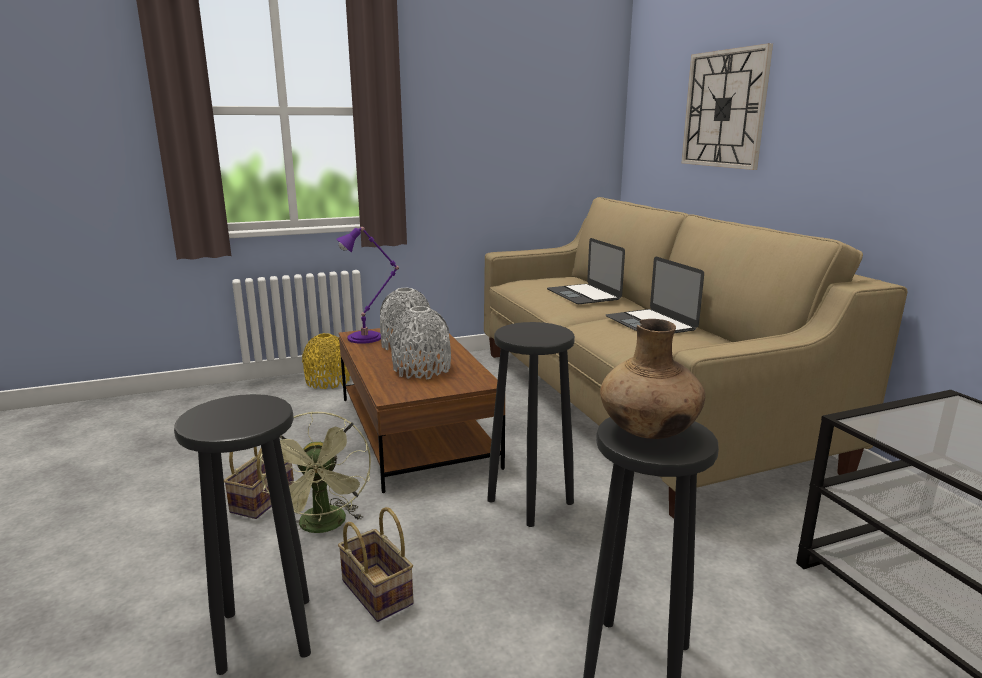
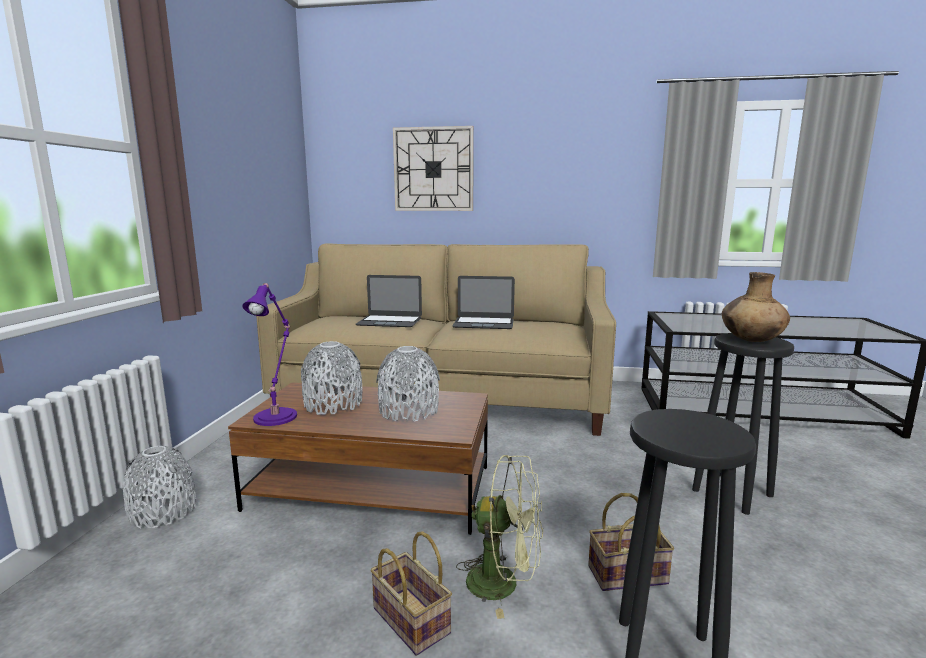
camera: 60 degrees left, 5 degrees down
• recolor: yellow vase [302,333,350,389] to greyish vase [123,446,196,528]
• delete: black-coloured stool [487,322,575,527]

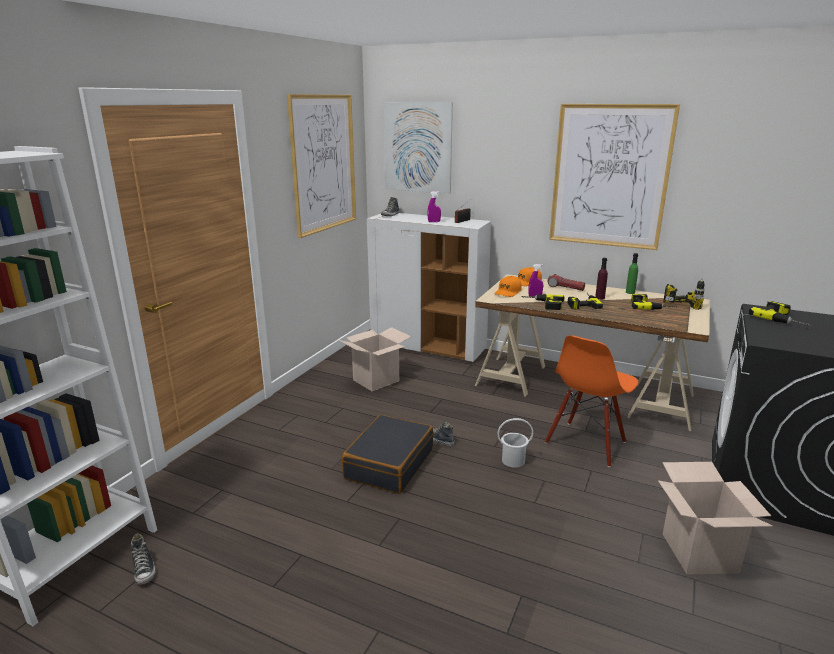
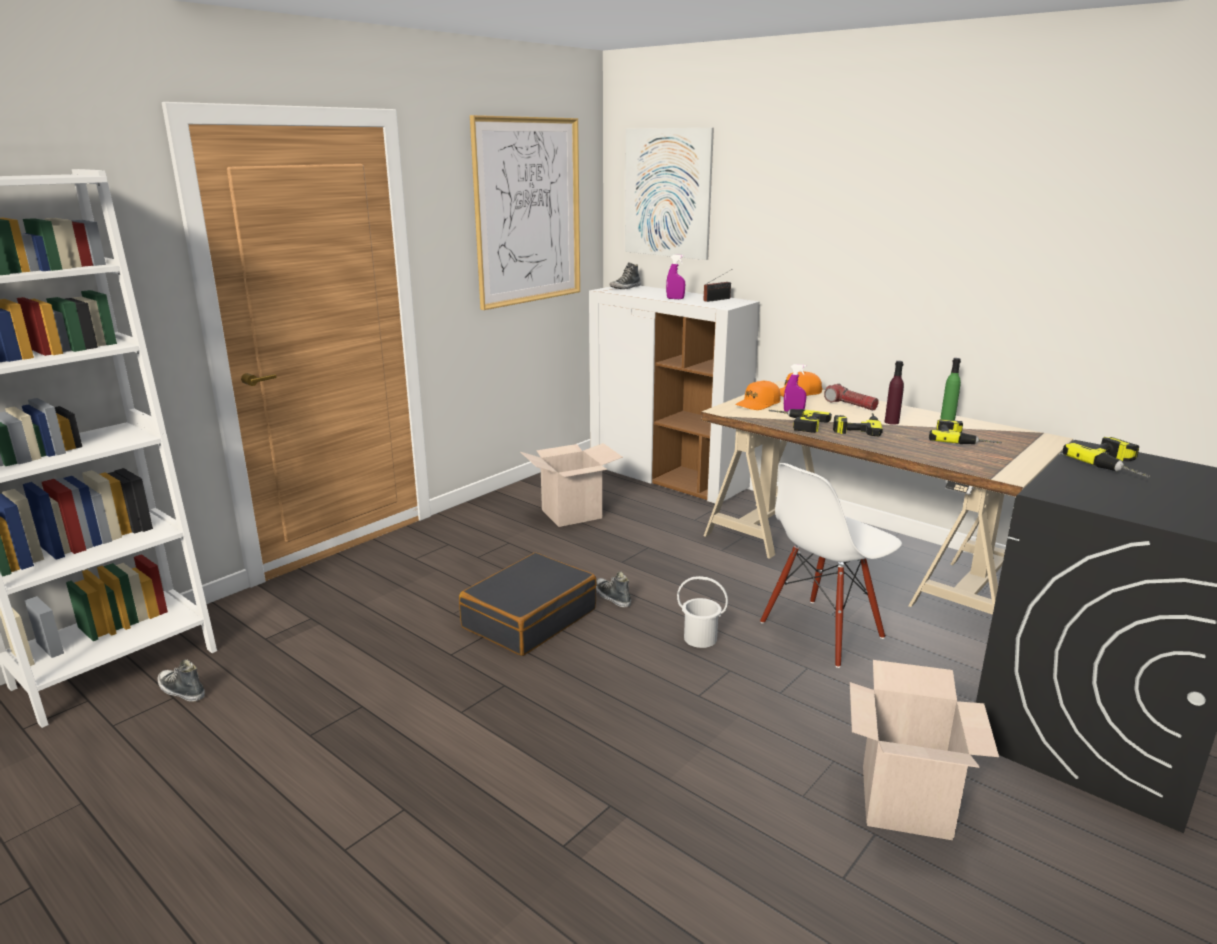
camera: 15 degrees right, 0 degrees up
• rotate: shoe [131,534,156,584] = [157,659,205,702] 135 degrees clockwise
• recolor: orange chair [545,335,638,467] to whitish chair [760,463,902,668]
• delete: picture [549,104,680,250]
• delete: electric drill [663,278,705,310]

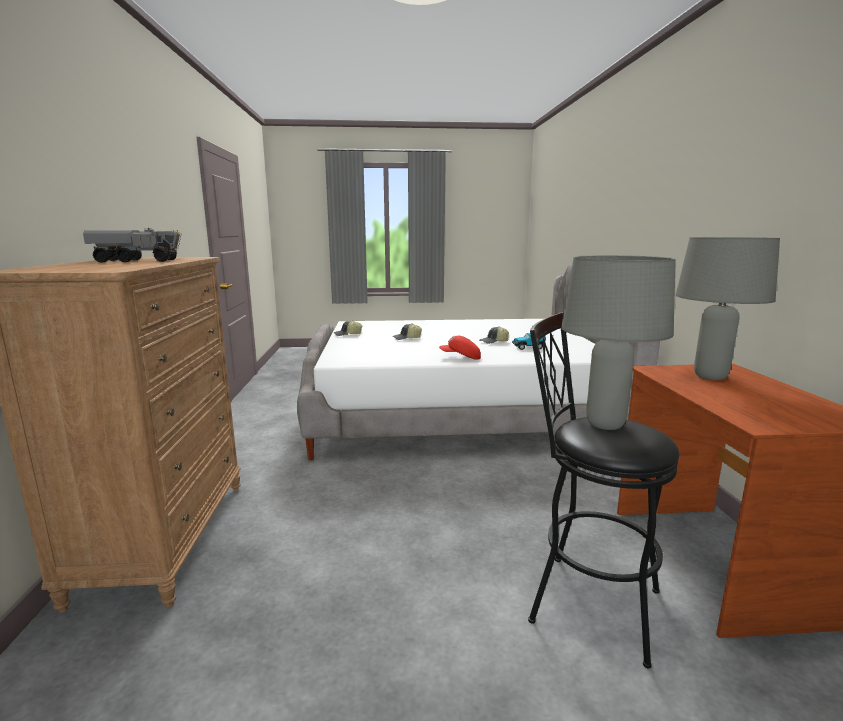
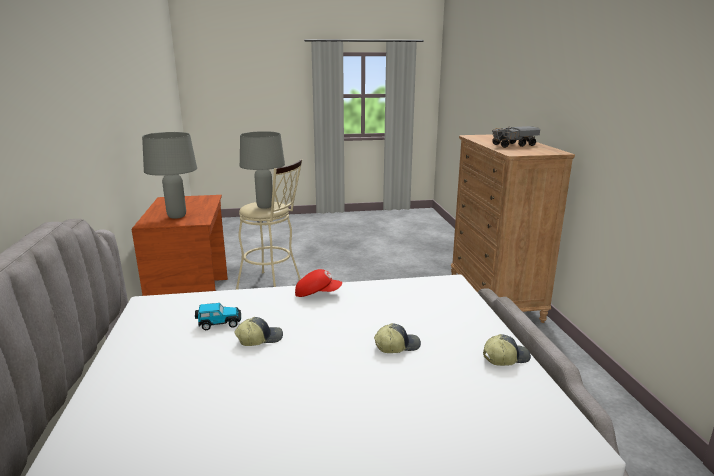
camera: 175 degrees right, 5 degrees up
• recolor: black-coloured stool [528,312,680,668] to beige stool [236,159,302,290]

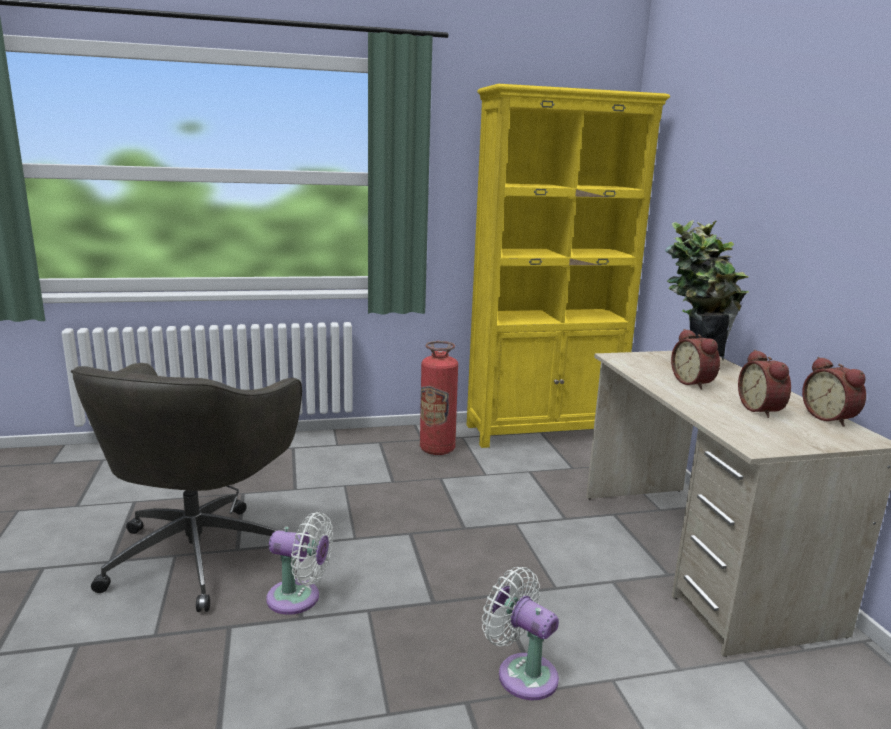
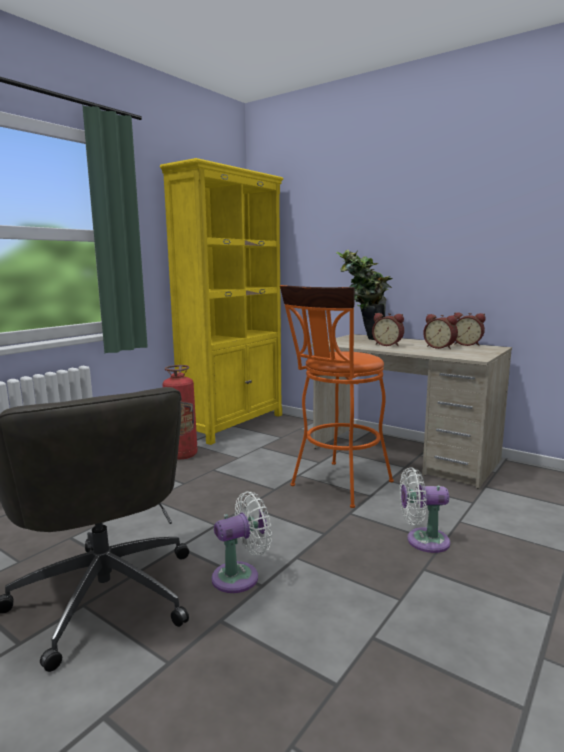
camera: 40 degrees left, 5 degrees down
• insert: orange stool [280,285,394,508]

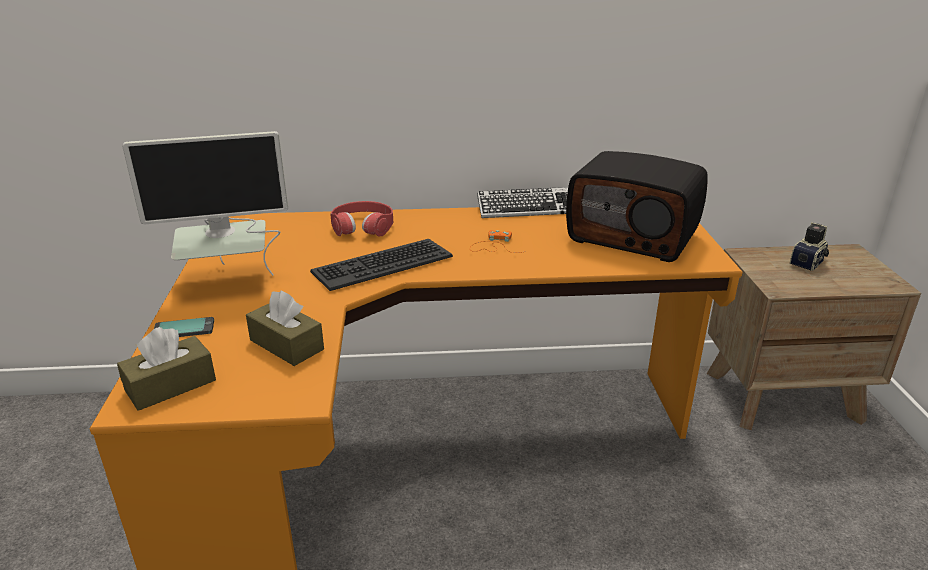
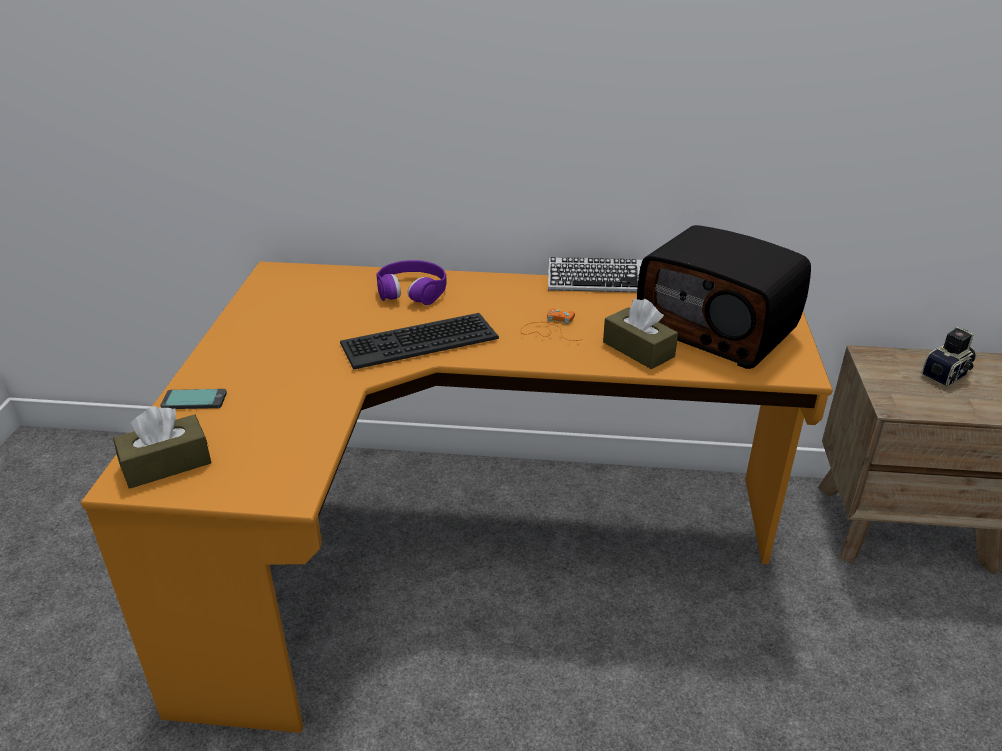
camera: 10 degrees right, 5 degrees up
• recolor: red-coloured headphones [330,201,393,237] to purple-coloured headphones [377,260,447,305]
• move: brown tissue box [246,290,324,366] to [603,299,678,369]
• delete: computer display [122,131,288,276]

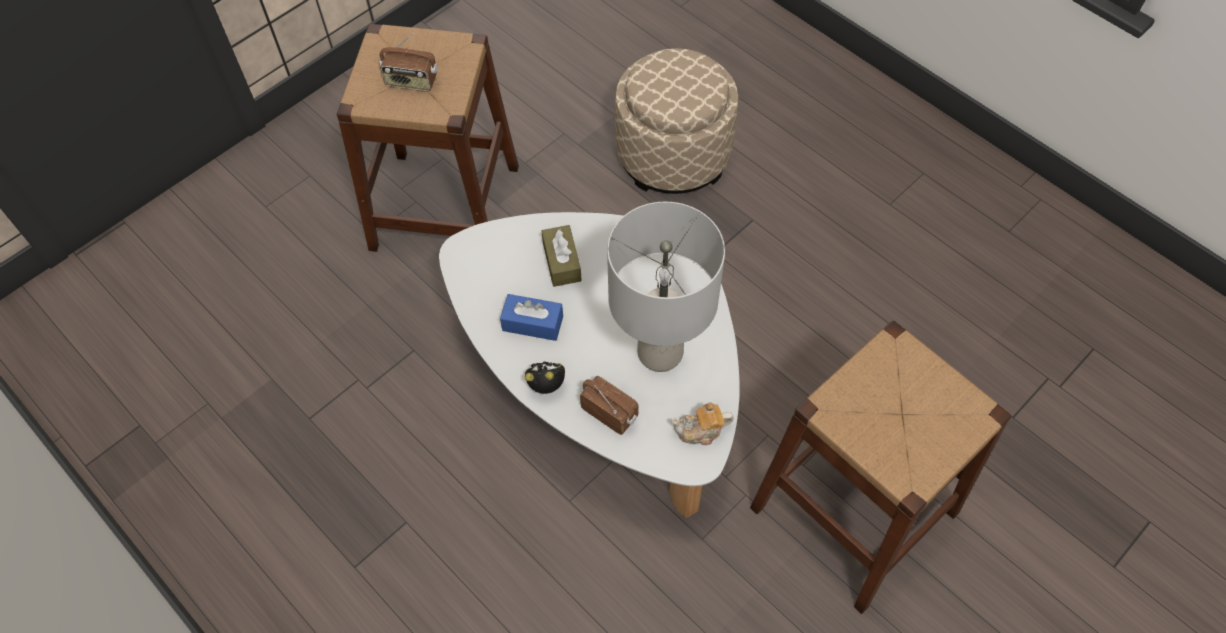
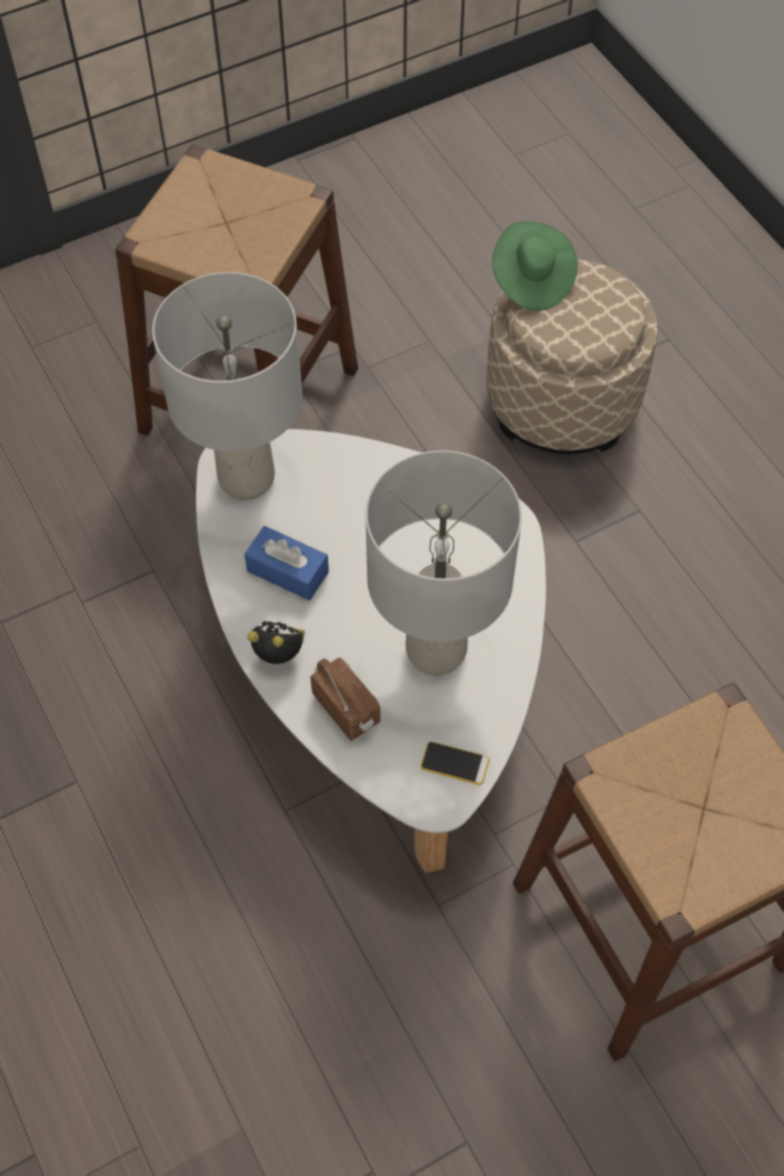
camera: 15 degrees right, 0 degrees up
• insert: greyish lamp for a table [152,272,302,500]
• replace: pot for tea [671,402,734,445] to phone [420,741,490,785]
• insert: greenish clothing hat [492,221,578,311]
• delete: radio receiver [379,33,438,91]
• delete: brown tissue box [542,225,582,287]

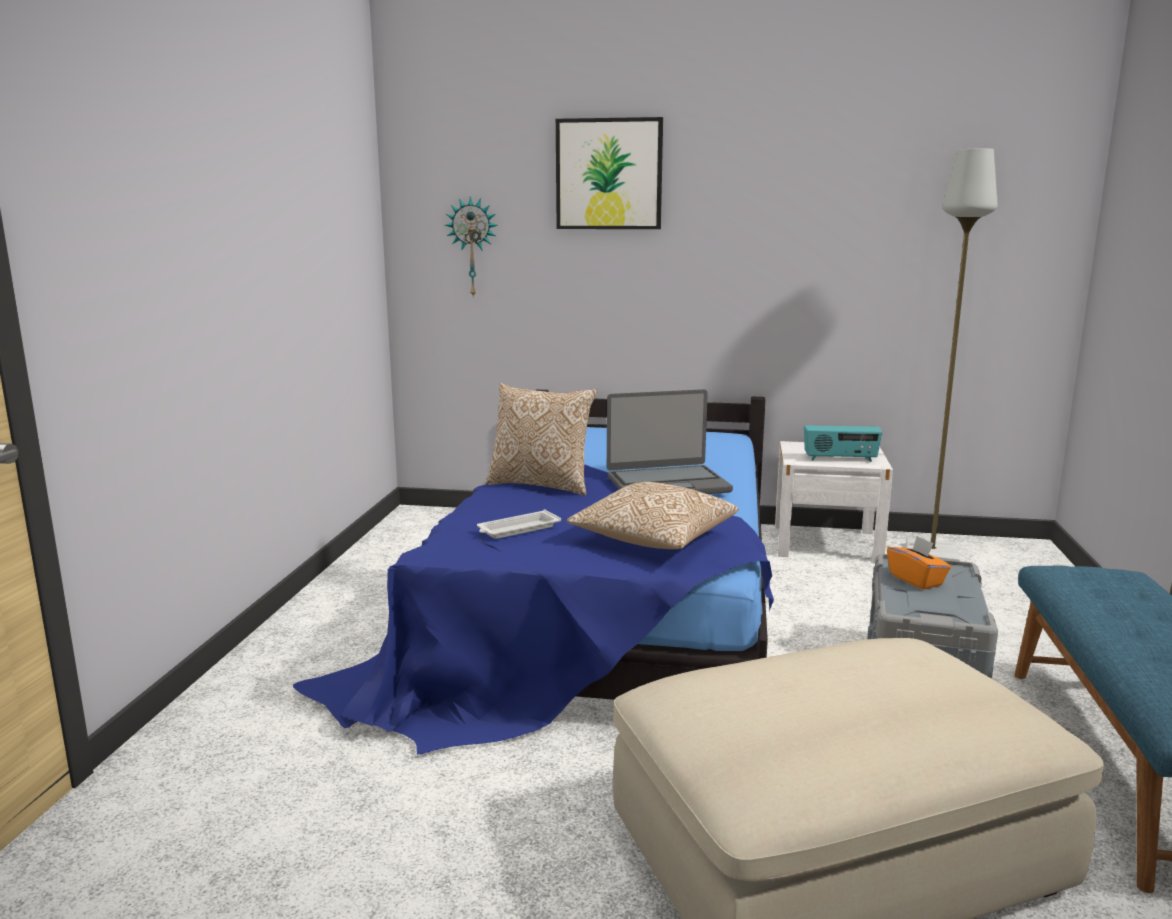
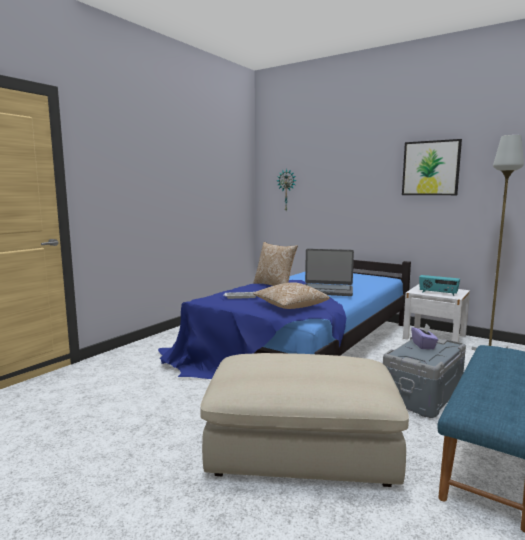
camera: 25 degrees right, 5 degrees down
• move: picture [556,117,663,229] to [402,139,462,195]
• recolor: orange tissue box [887,536,951,590] to purple-coloured tissue box [411,324,438,349]

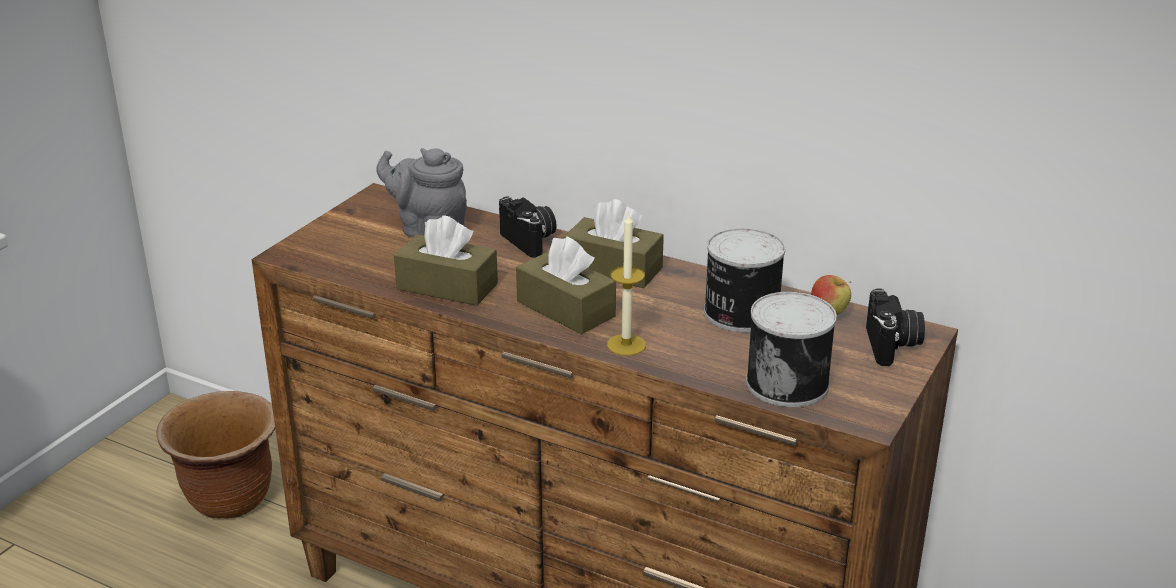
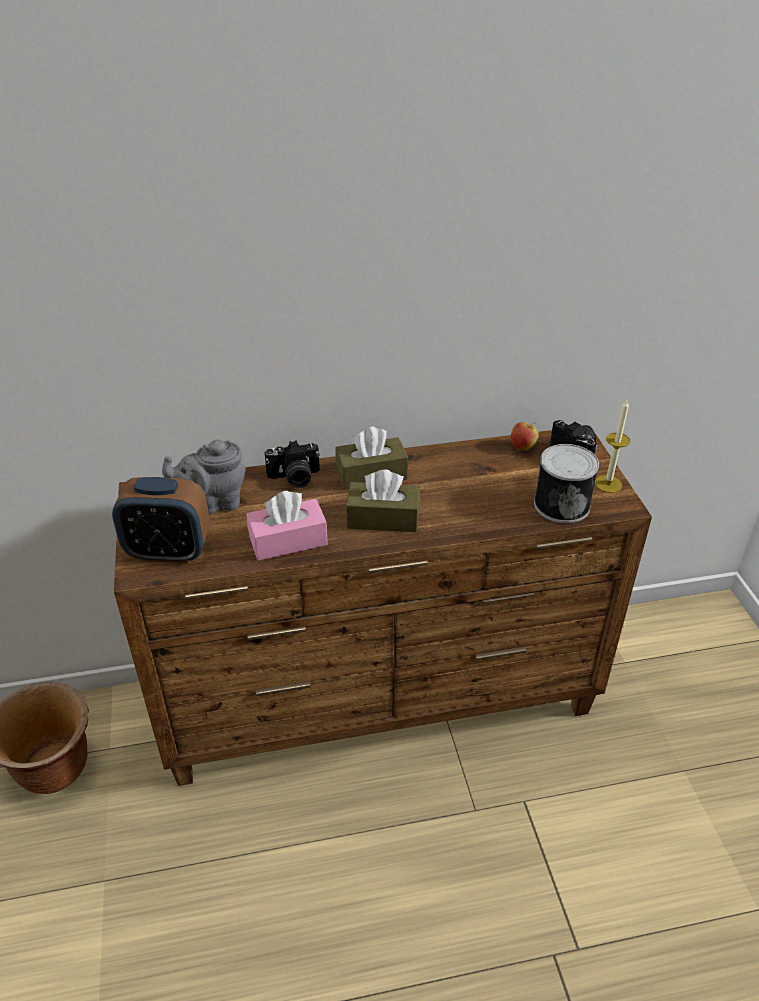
camera: 40 degrees left, 10 degrees up
• insert: alarm clock [112,477,210,563]
• recolor: brown tissue box [394,216,498,306] to pink-coloured tissue box [246,491,328,561]
• rotate: still camera [499,196,557,258] = [265,440,320,488] 150 degrees clockwise
• move: candle [607,212,646,356] to [595,400,630,493]
• delete: sealed can [704,228,785,333]

